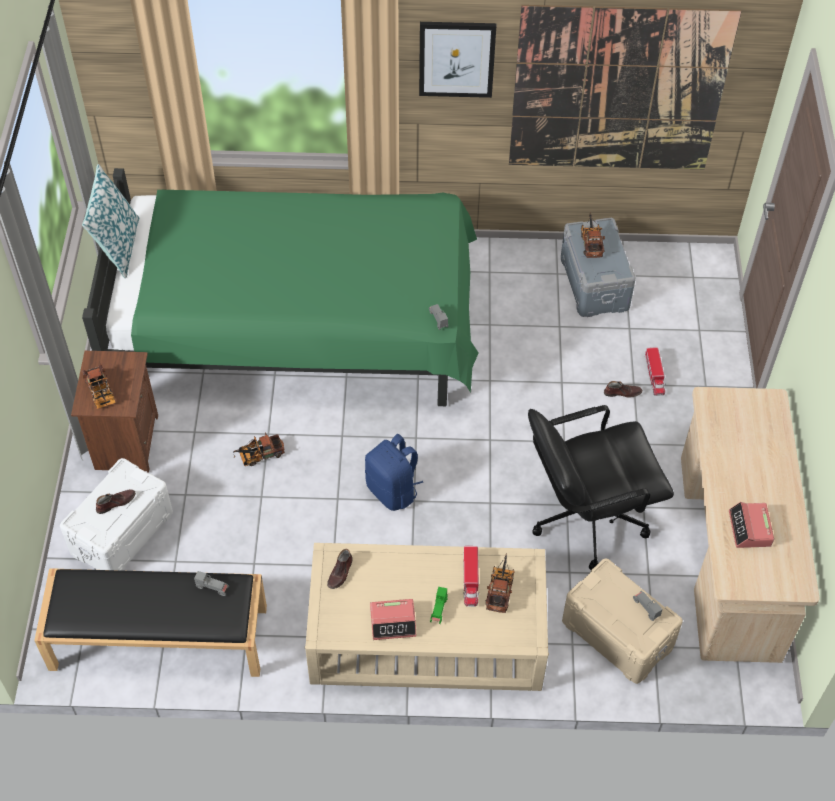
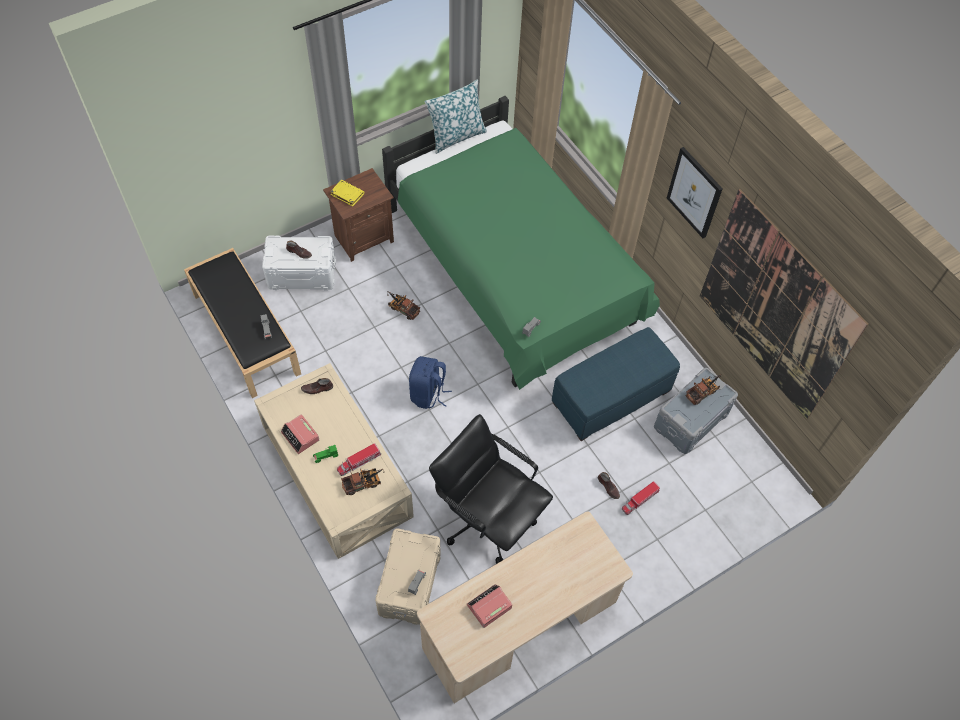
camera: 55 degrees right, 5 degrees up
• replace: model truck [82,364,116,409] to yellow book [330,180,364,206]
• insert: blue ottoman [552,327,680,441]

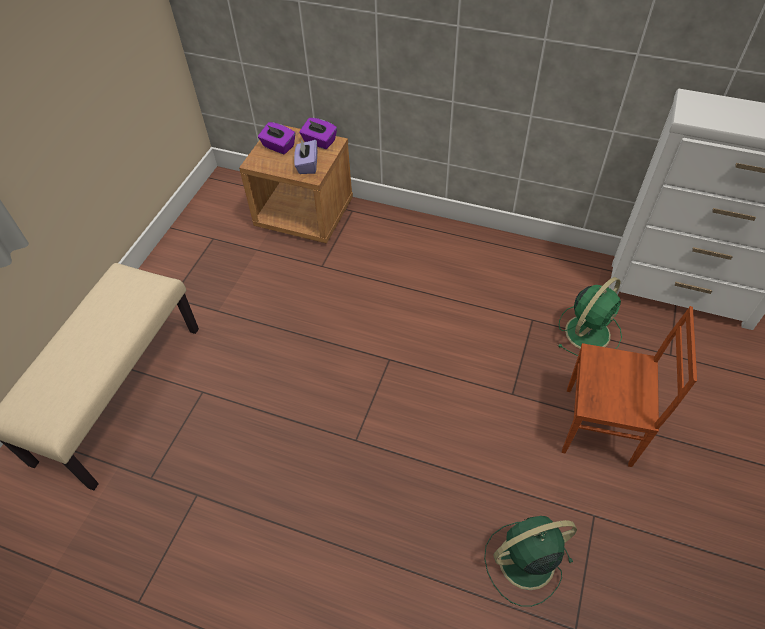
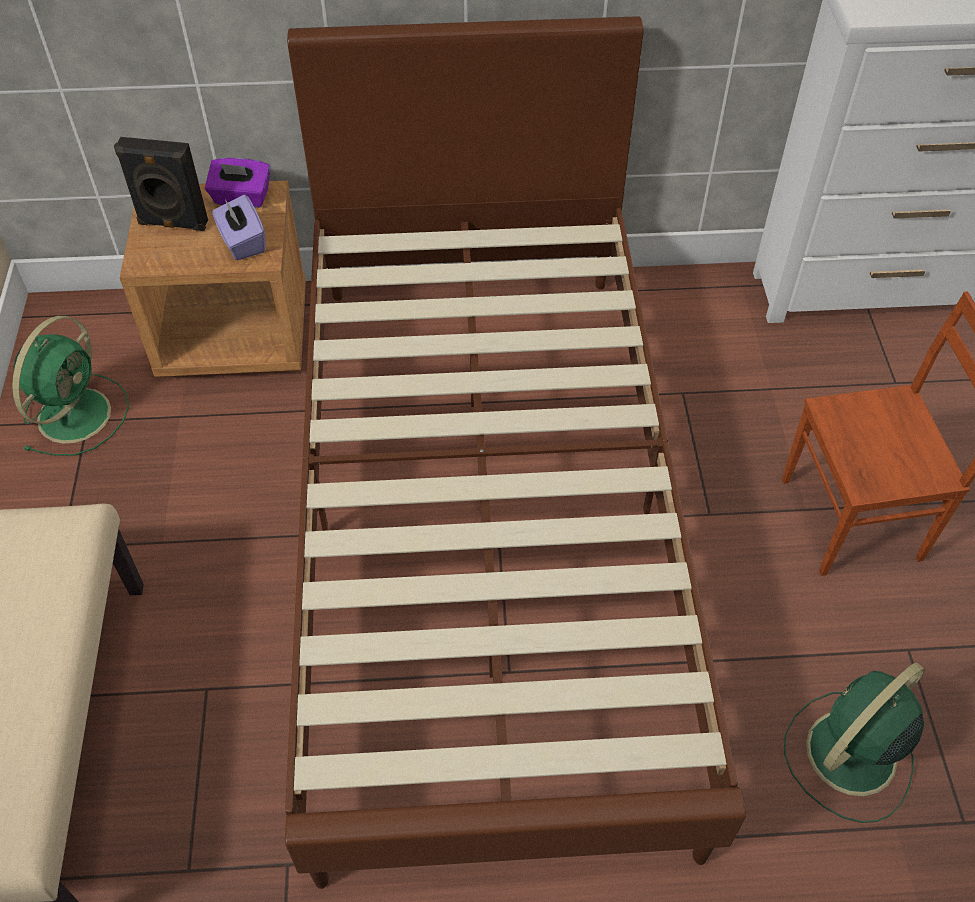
camera: 25 degrees left, 0 degrees up
• move: greenish cooling fan [558,277,622,356] to [12,316,129,456]
• replace: purple-coloured tissue box [258,122,295,154] to black-coloured audio speaker [114,137,208,231]
• insert: brown sleeping bed [285,16,746,889]

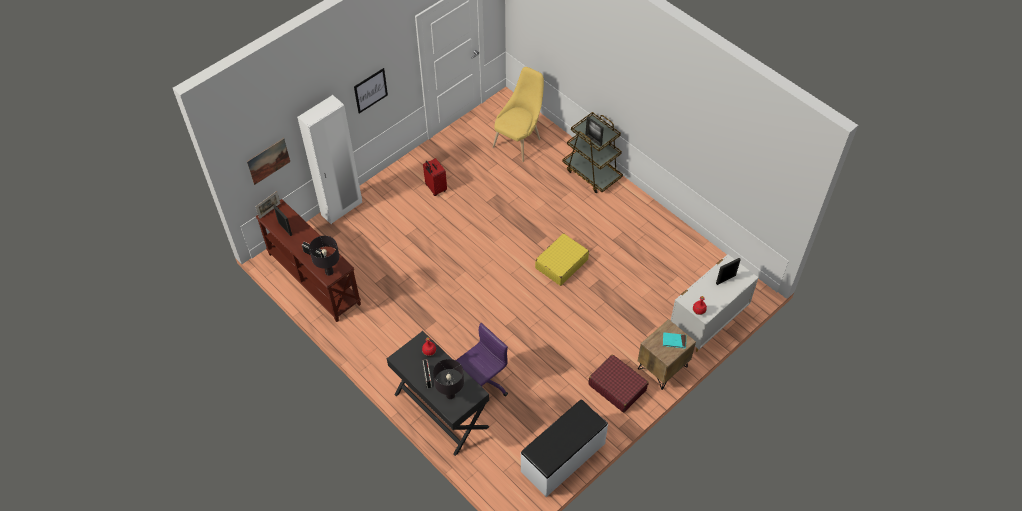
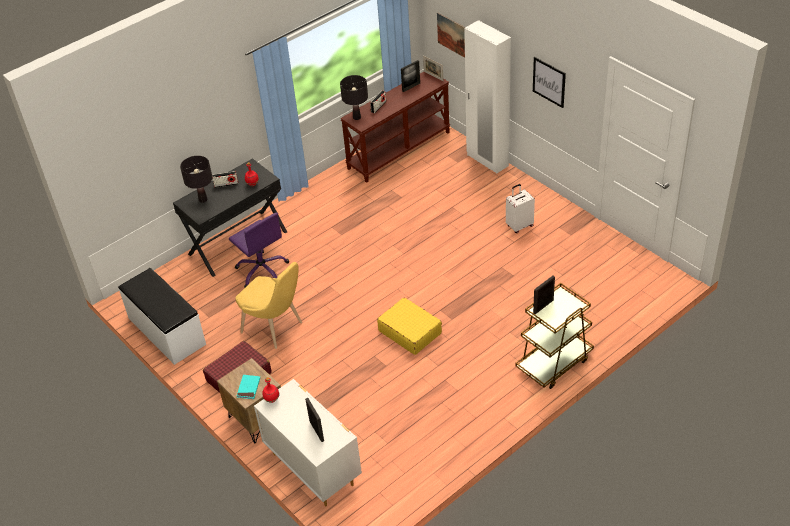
camera: 95 degrees right, 10 degrees down
• move: yellow chair [493,67,544,162] to [235,262,302,349]
• recolor: red-coloured suitcase [423,158,447,196] to whitish suitcase [506,184,535,233]

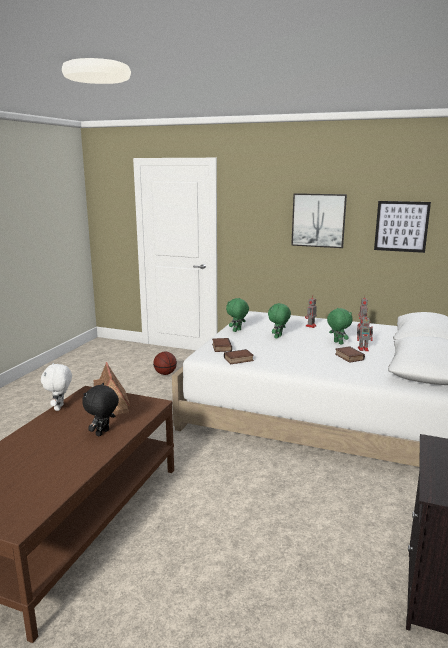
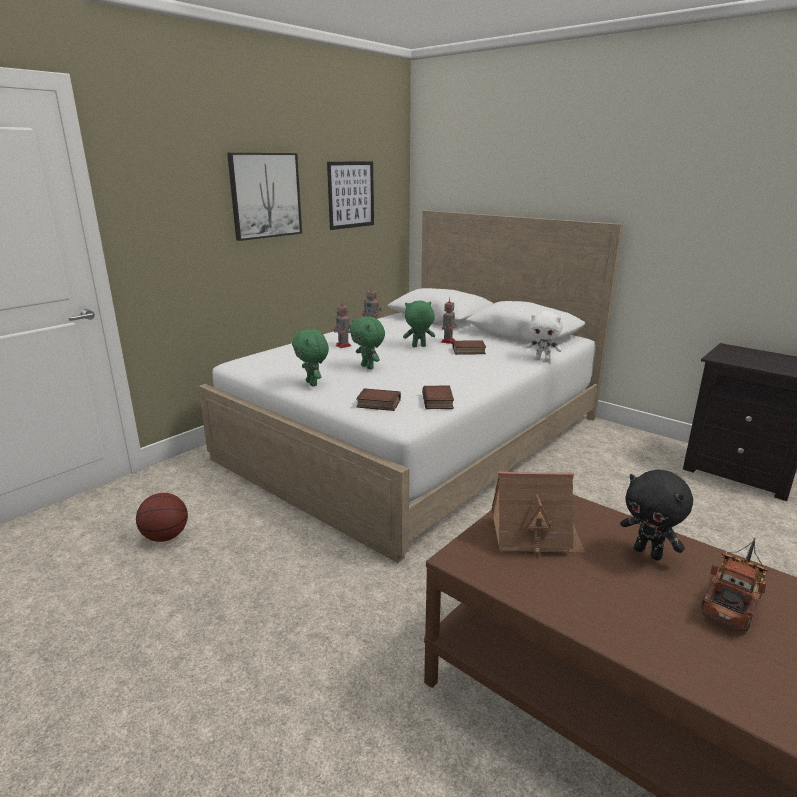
camera: 70 degrees left, 5 degrees up
• move: whitish cuddly toy [41,363,72,411] to [526,311,562,361]
• insert: model truck [702,538,768,632]

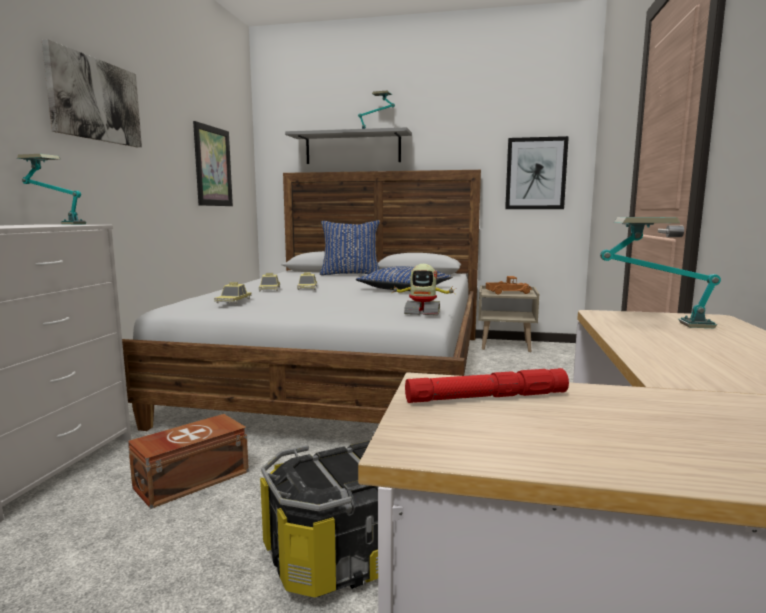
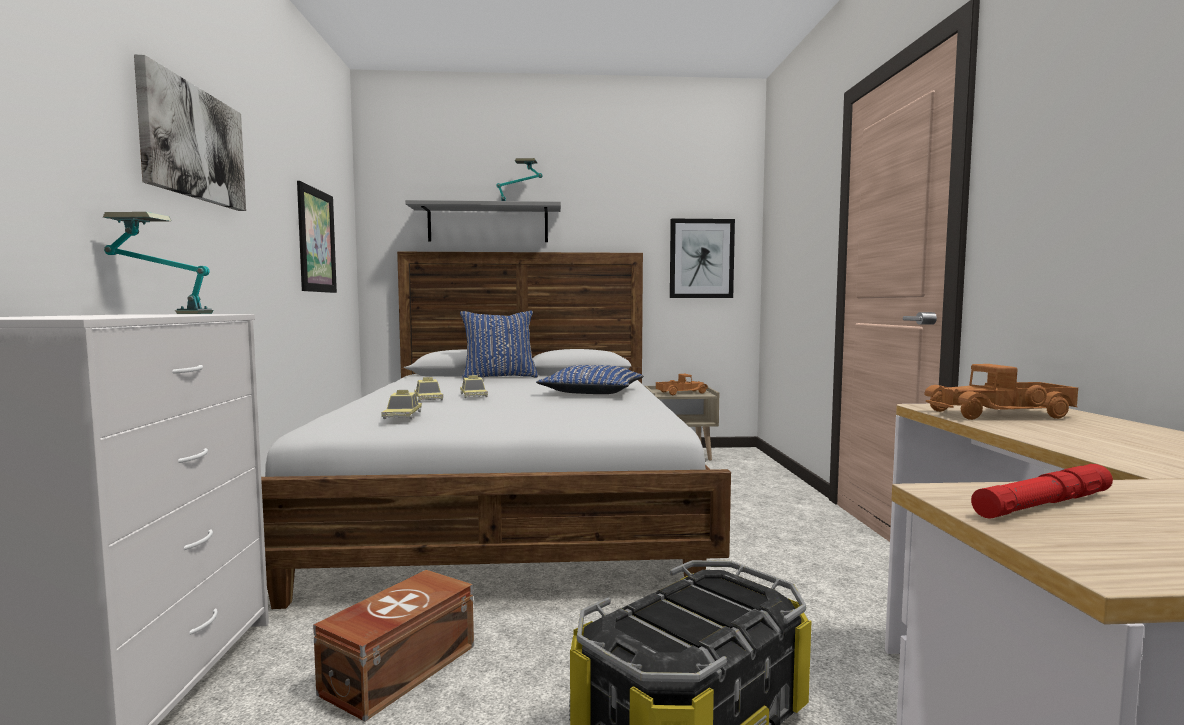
camera: 15 degrees left, 5 degrees down
• replace: lamp for a table [600,217,721,328] to model truck [925,364,1078,420]
• delete: toy robot [391,264,455,315]

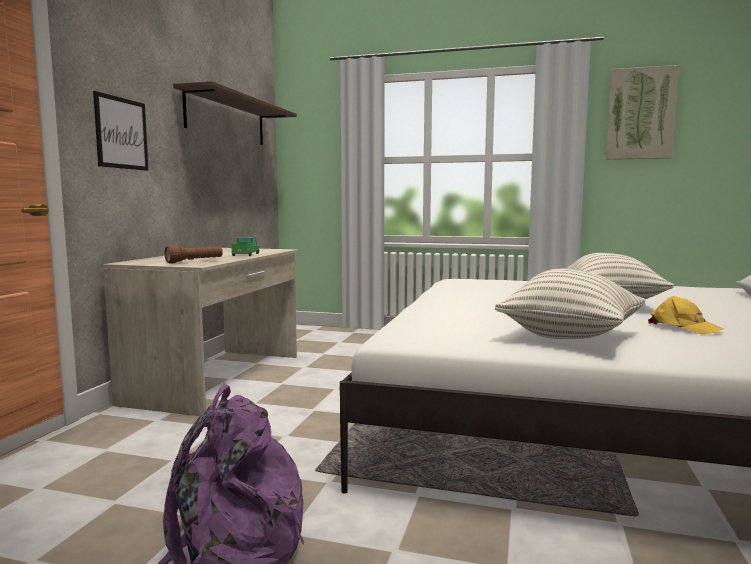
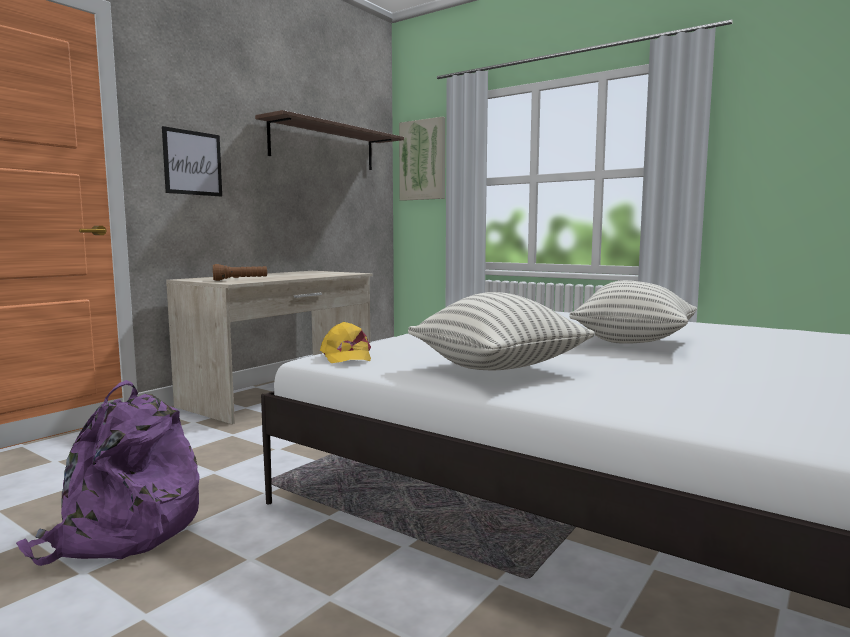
camera: 20 degrees right, 0 degrees up
• move: yellow baseball cap [648,296,723,335] to [320,322,371,363]
• move: picture [606,65,679,160] to [399,117,445,201]
• delete: model truck [231,237,260,256]

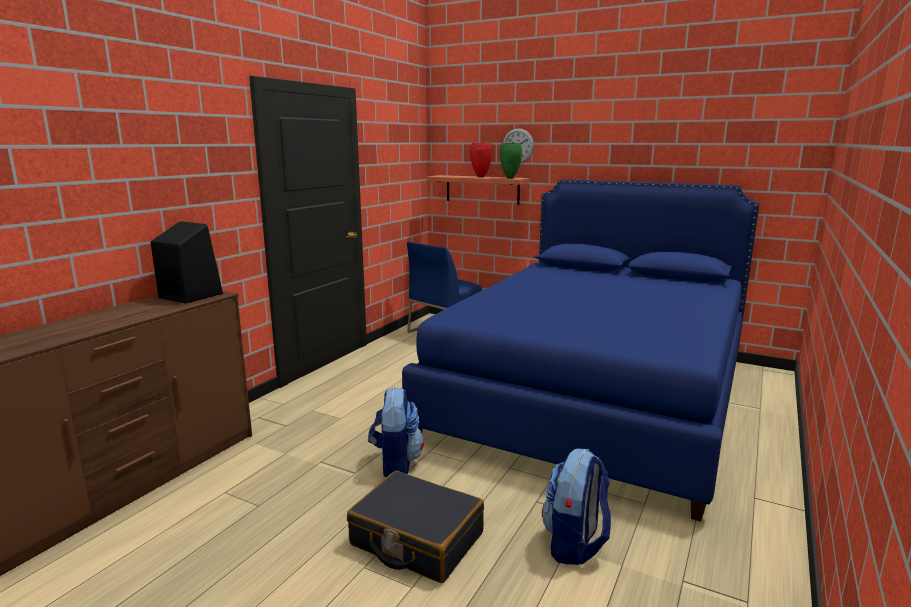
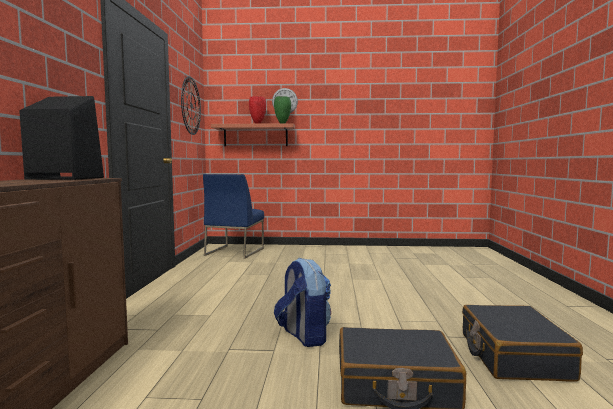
camera: 25 degrees left, 10 degrees down
• insert: hanging clock [181,76,201,135]
• replace: backpack [542,448,611,565] to black-coloured suitcase [462,305,583,382]
• delete: blue sleeping bed [402,179,759,521]

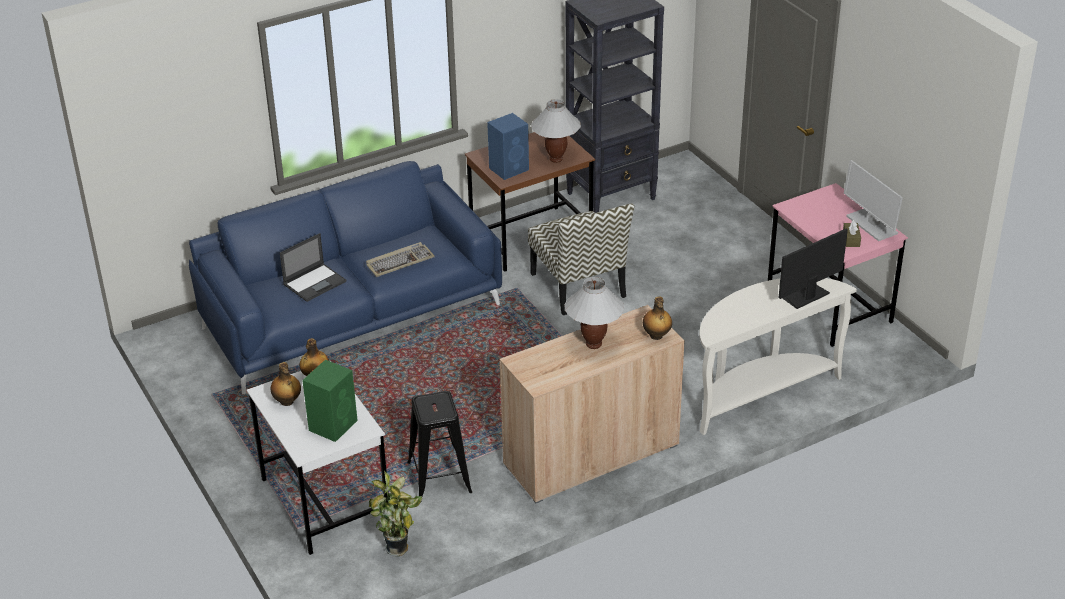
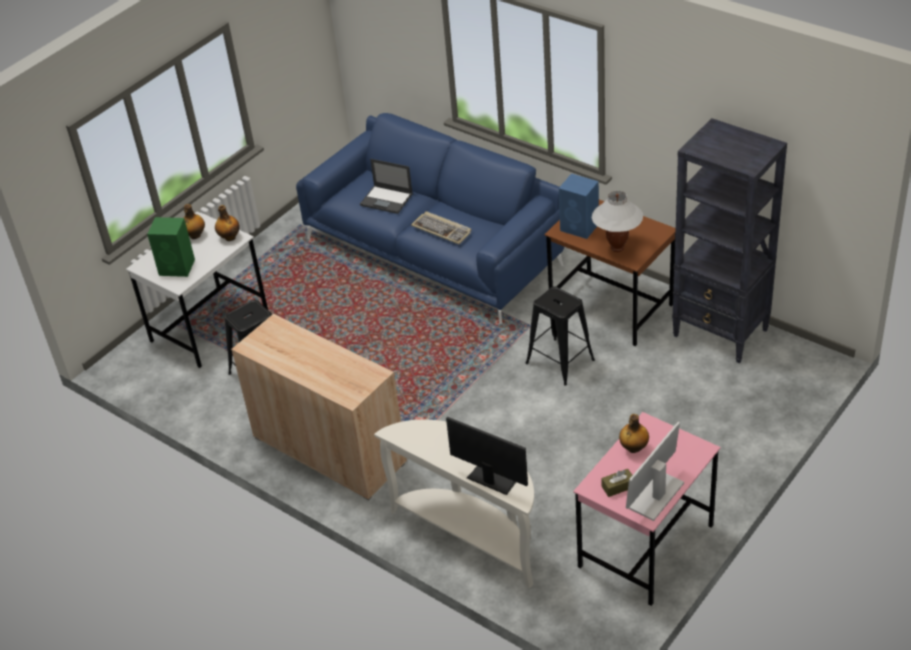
camera: 70 degrees right, 5 degrees up
• replace: chair [528,203,634,315] to black-coloured stool [526,286,595,386]
• move: beverage bottle [643,296,672,340] to [619,414,649,453]
• delete: plant in a pot [369,471,422,556]
• delete: whitish lamp for a table [564,277,624,349]

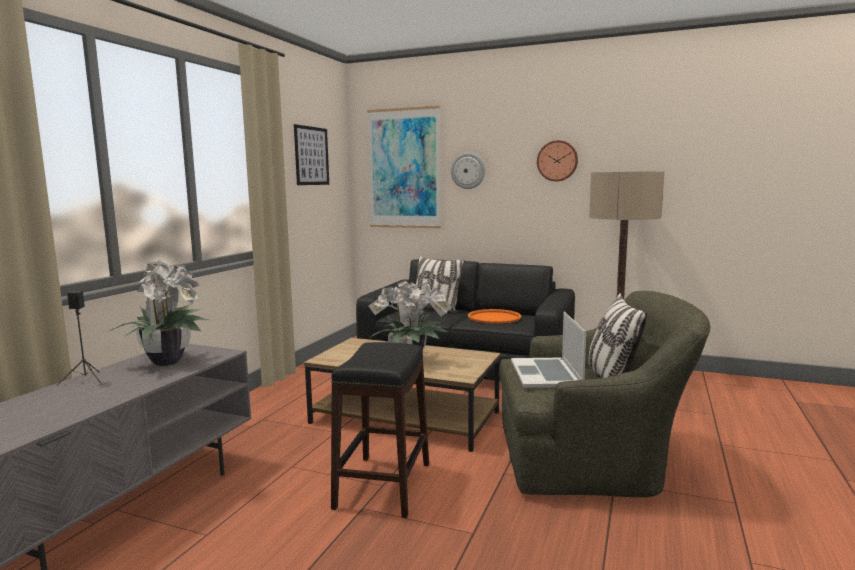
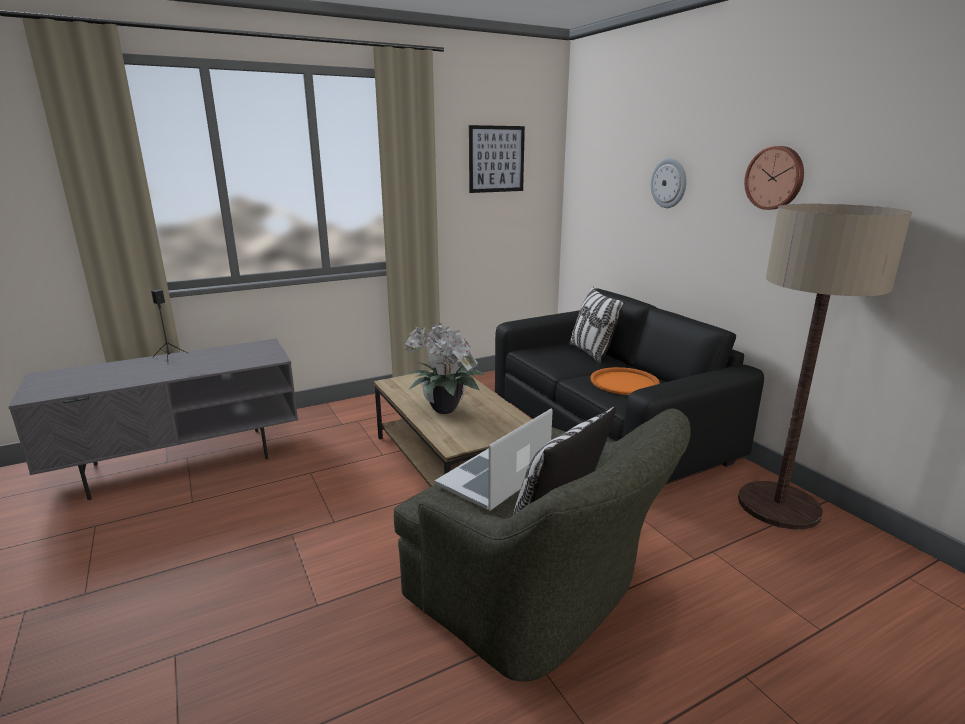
camera: 40 degrees right, 10 degrees up
• delete: plant in a pot [109,259,209,366]
• delete: black-coloured stool [331,342,429,518]
• delete: picture [367,106,441,228]

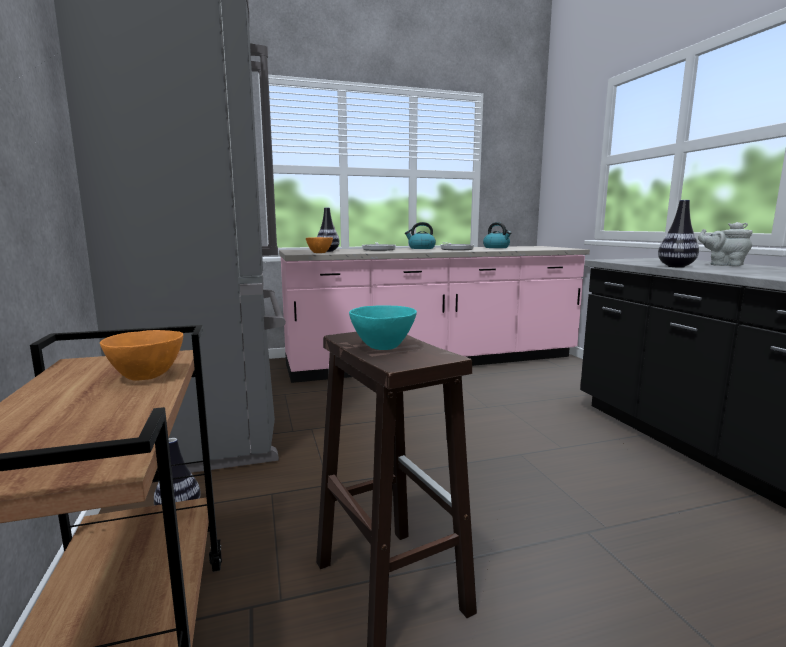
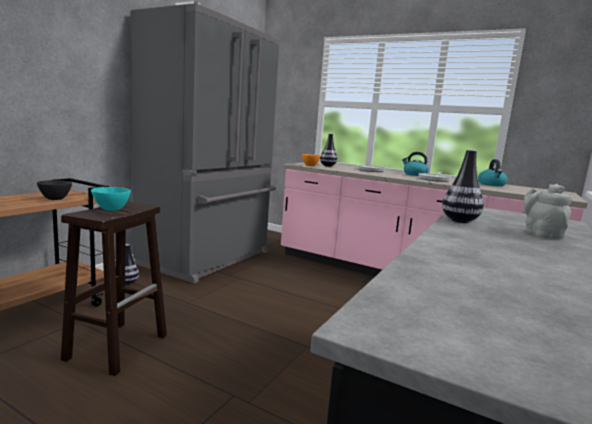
camera: 45 degrees right, 0 degrees up
• recolor: orange serving bowl [100,330,183,381] to black-coloured serving bowl [37,180,72,200]

